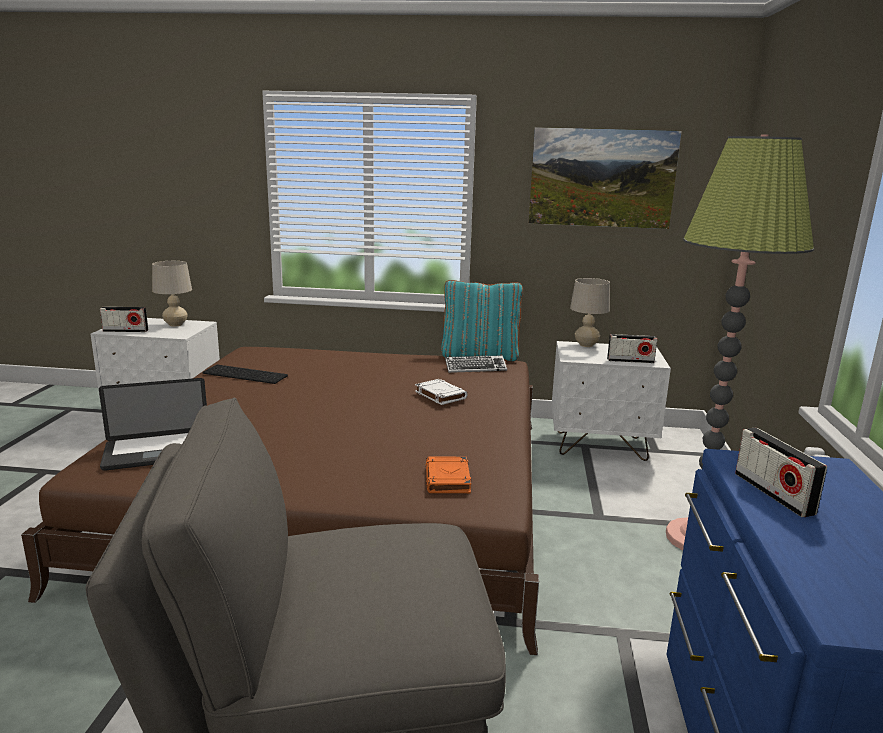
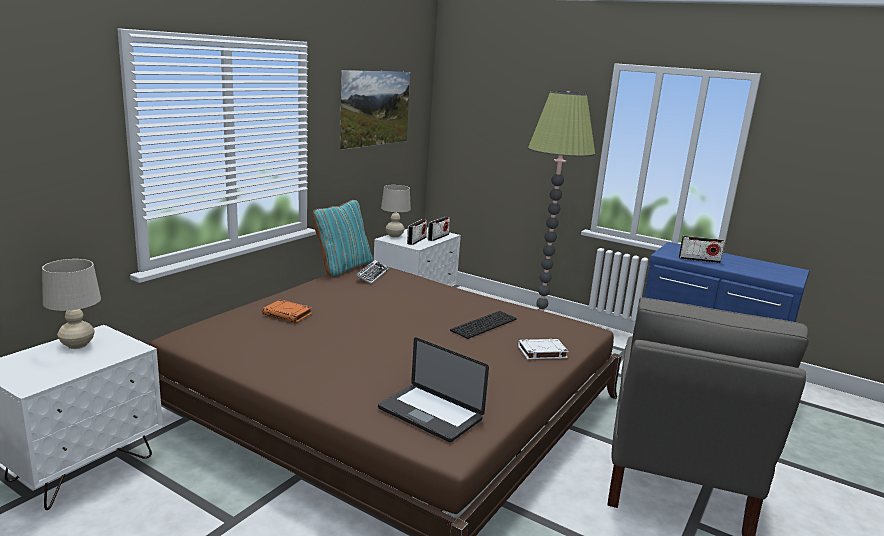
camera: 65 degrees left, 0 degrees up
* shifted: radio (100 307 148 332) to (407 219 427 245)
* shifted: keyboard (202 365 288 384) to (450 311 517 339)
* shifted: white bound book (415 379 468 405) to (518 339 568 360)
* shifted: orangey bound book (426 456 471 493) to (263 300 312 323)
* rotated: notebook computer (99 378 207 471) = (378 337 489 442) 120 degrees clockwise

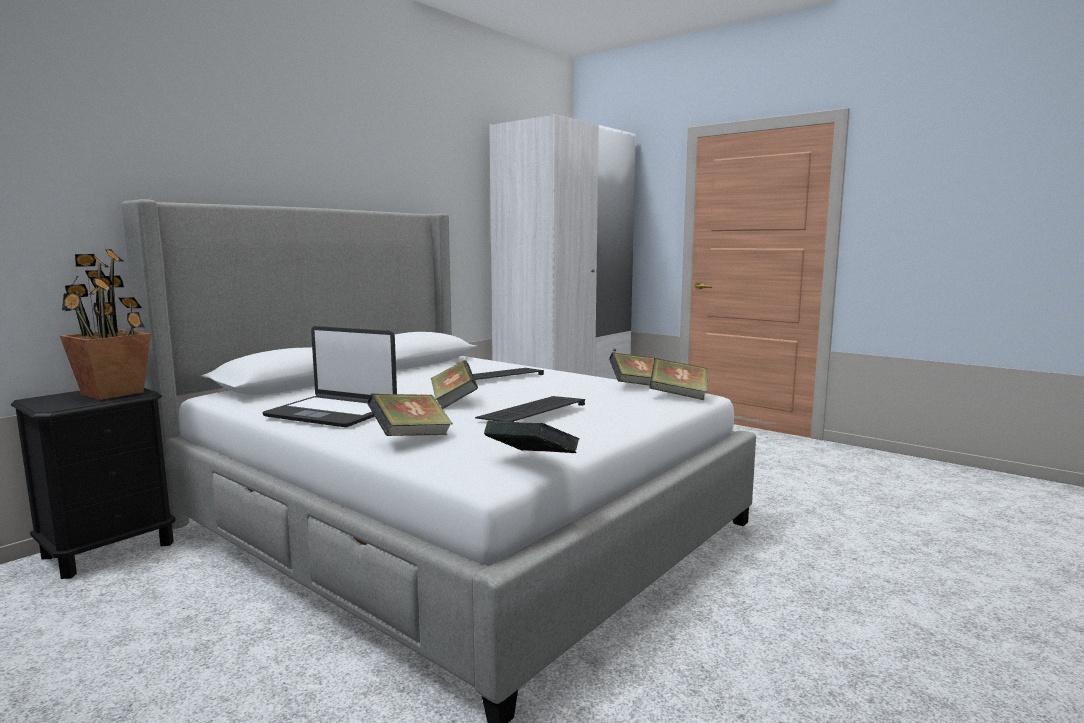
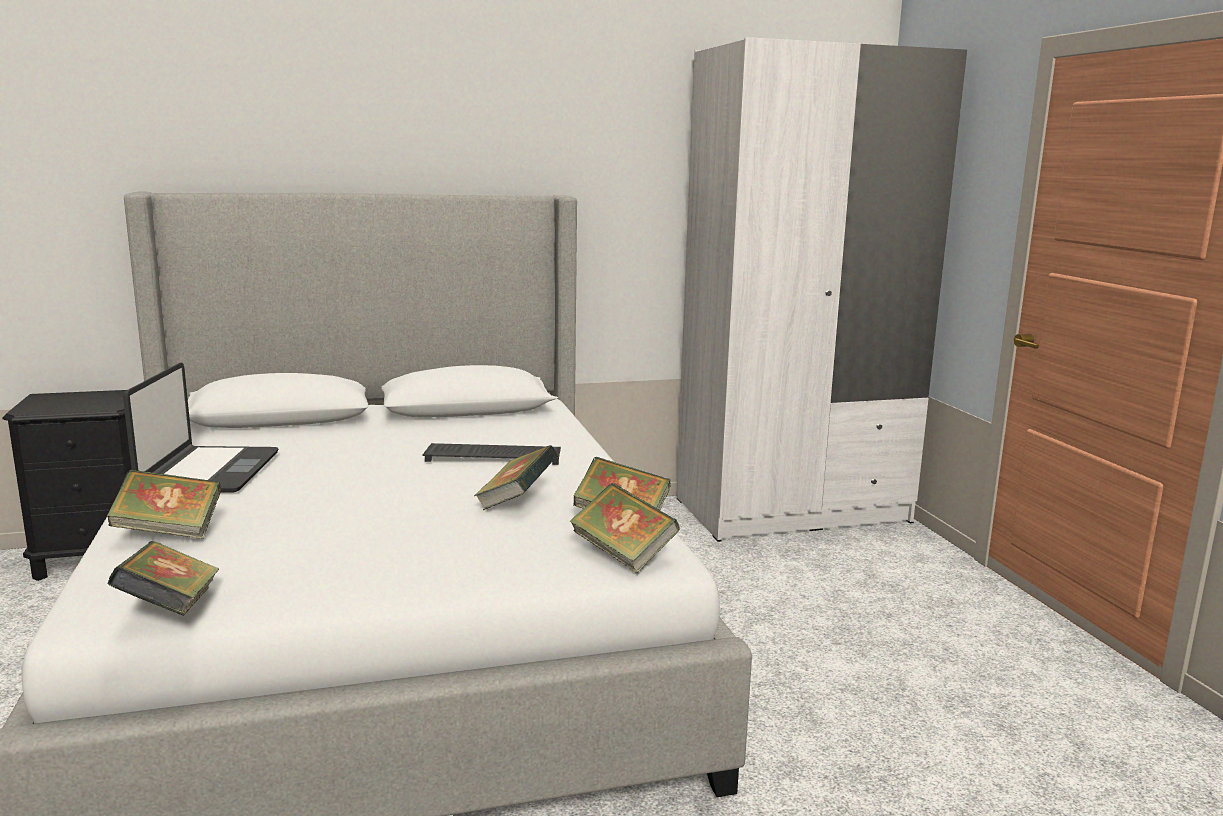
camera: 35 degrees right, 5 degrees up
* gone: houseplant (60 249 151 400)
* gone: keyboard (475 396 585 422)
* shifted: bound book (431 361 478 409) to (474 445 558 510)
* rotated: notebook computer (262 326 397 427) = (123 362 278 493) 150 degrees counterclockwise

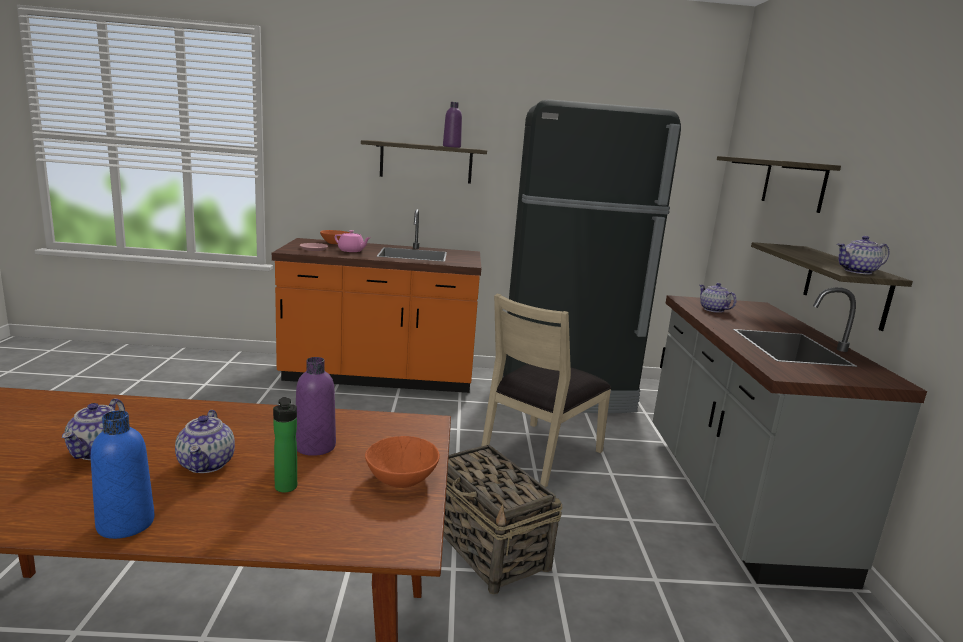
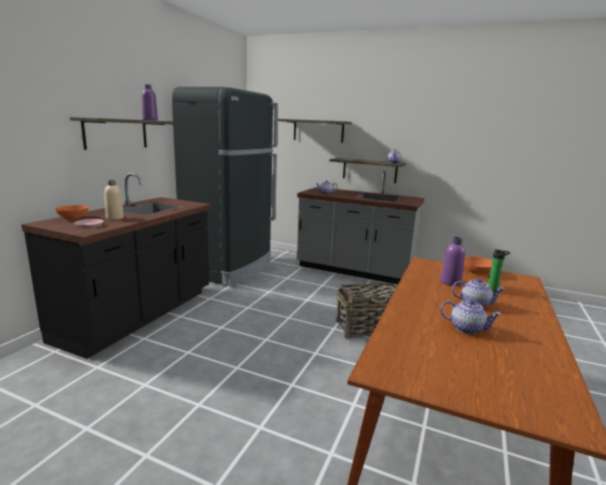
camera: 65 degrees left, 0 degrees up
* gone: blue bottle (91 411 155 539)
* gone: beige-coloured plain chair (481 294 612 487)
* swapped: pinkish teapot (335 230 370 252) to beige-coloured bottle (104 180 124 220)
* repainted: orangey kitchen base unit (272 209 481 393) to blackish kitchen base unit (21 173 211 359)

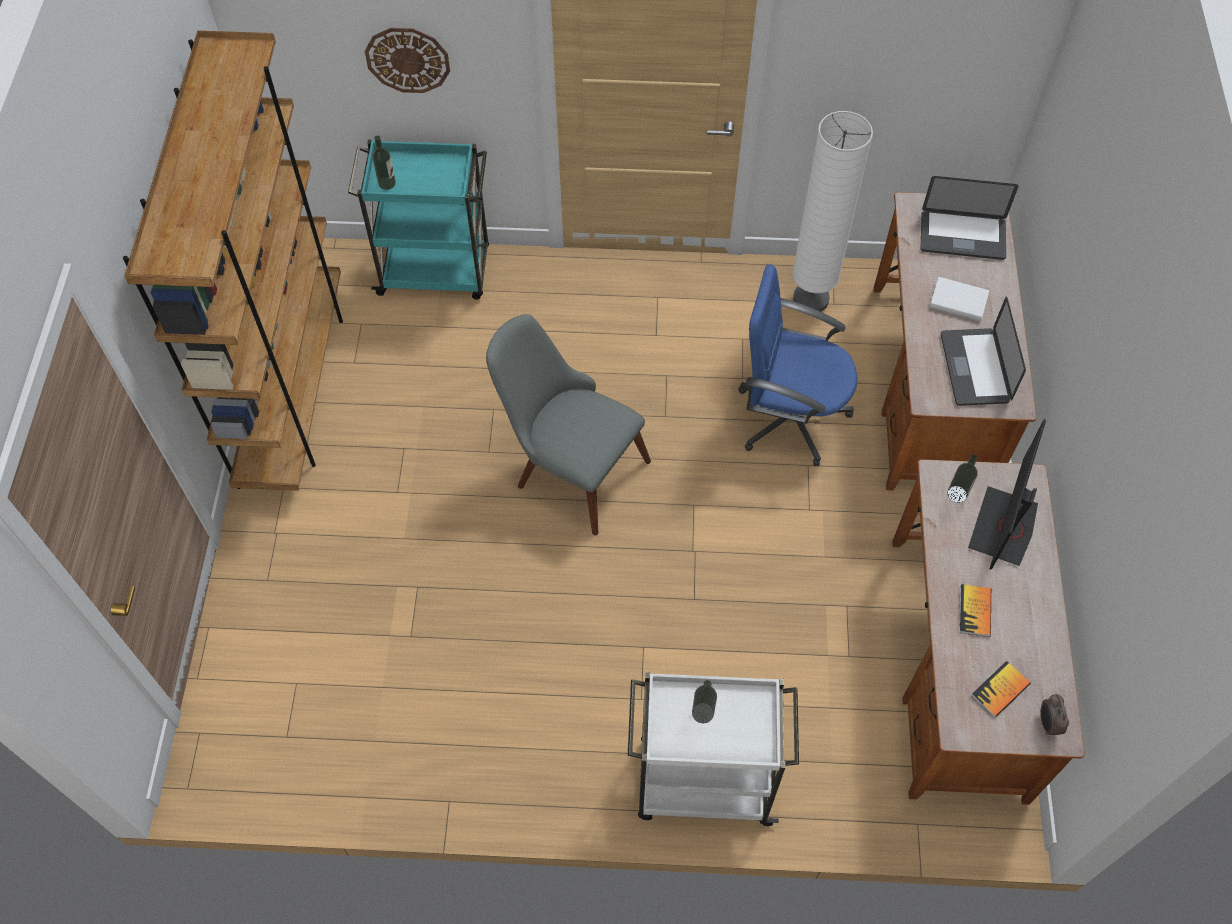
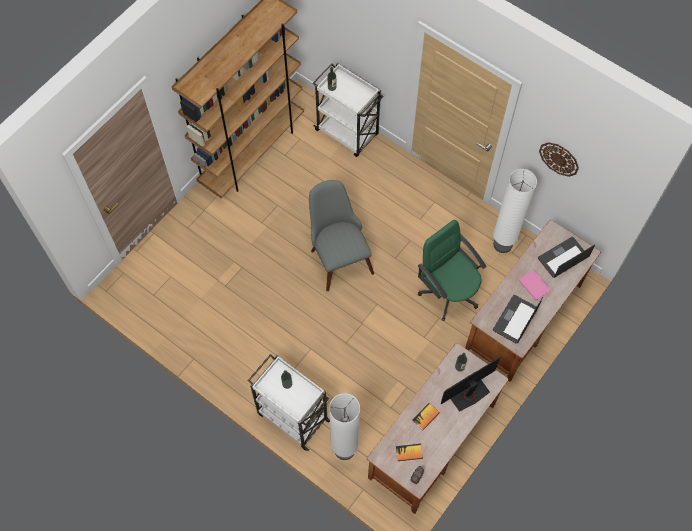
camera: 35 degrees right, 5 degrees up
* new: white floor lamp (329 393 360 460)
* shifted: hanging clock (365 28 450 93) to (539 142 579 177)
* repainted: turquoise-coloured trolley (348 140 489 299) to white trolley (313 63 384 157)
* repainted: blue computer chair (738 264 858 466) to green computer chair (418 220 486 321)
* repainted: white bound book (929 277 990 321) to pinkish bound book (519 270 551 301)
* rotated: notebook computer (921 176 1019 260) = (538 237 595 278) 105 degrees clockwise

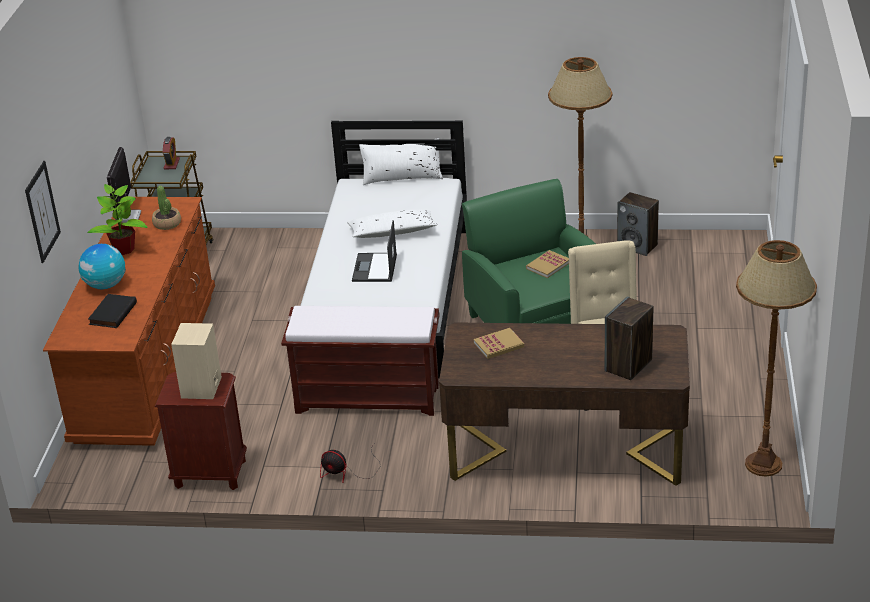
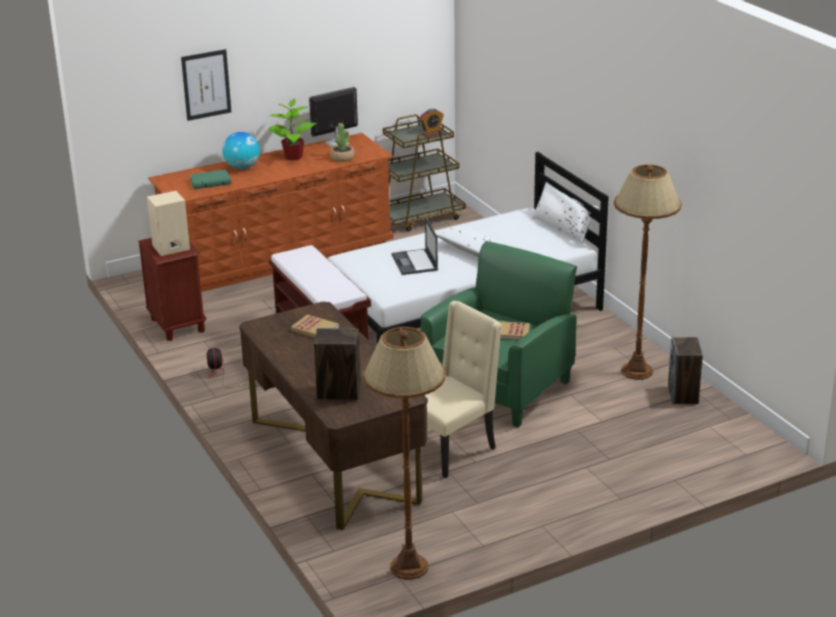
camera: 55 degrees right, 5 degrees down
* repainted: blackish bound book (88 294 137 328) to green bound book (189 170 231 189)
* rotated: notebook computer (352 220 397 282) = (392 217 438 275) 75 degrees counterclockwise

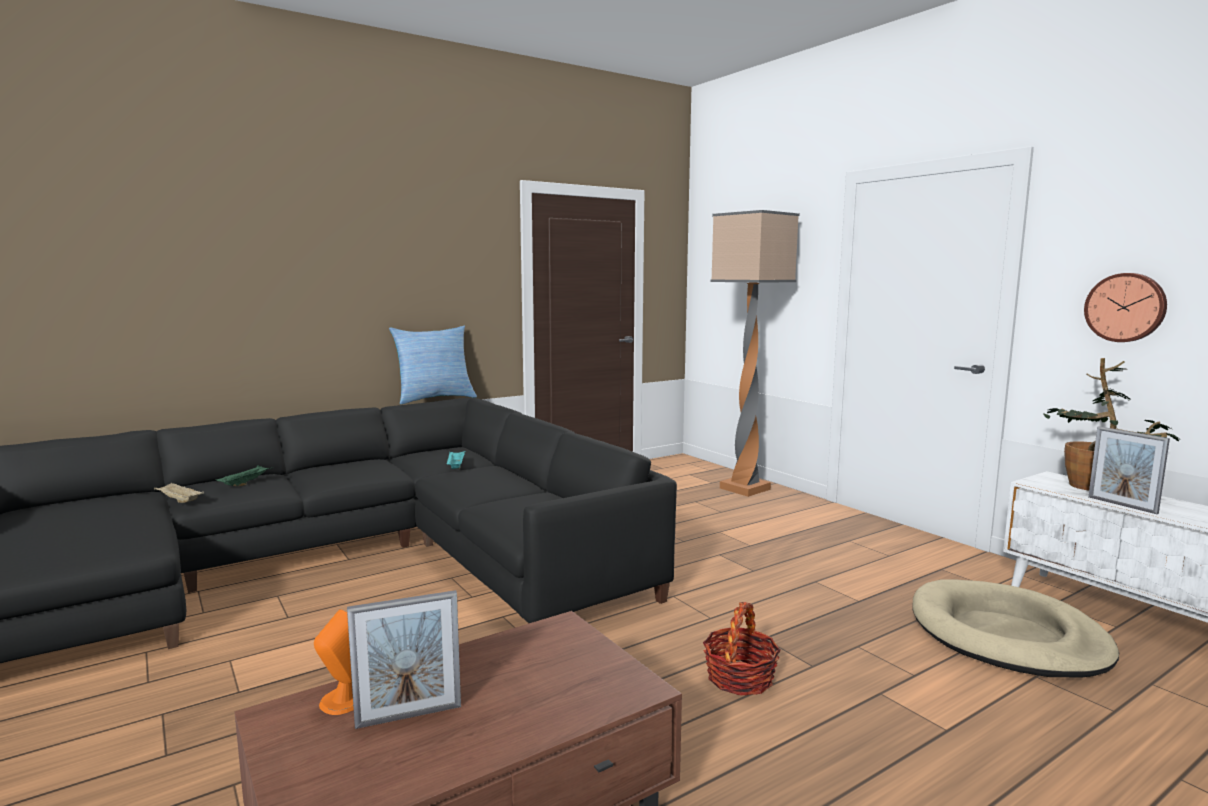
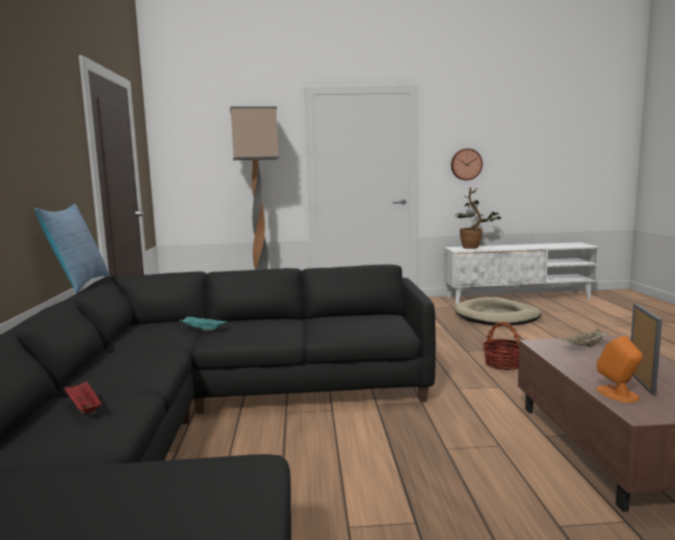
camera: 60 degrees left, 0 degrees up
* gone: standing frame (1088 426 1170 514)
* shifted: beige-coloured serving tray (154 483 204 503) to (562 329 609 347)
* repainted: green serving tray (216 465 270 486) to reddish serving tray (63 380 102 414)

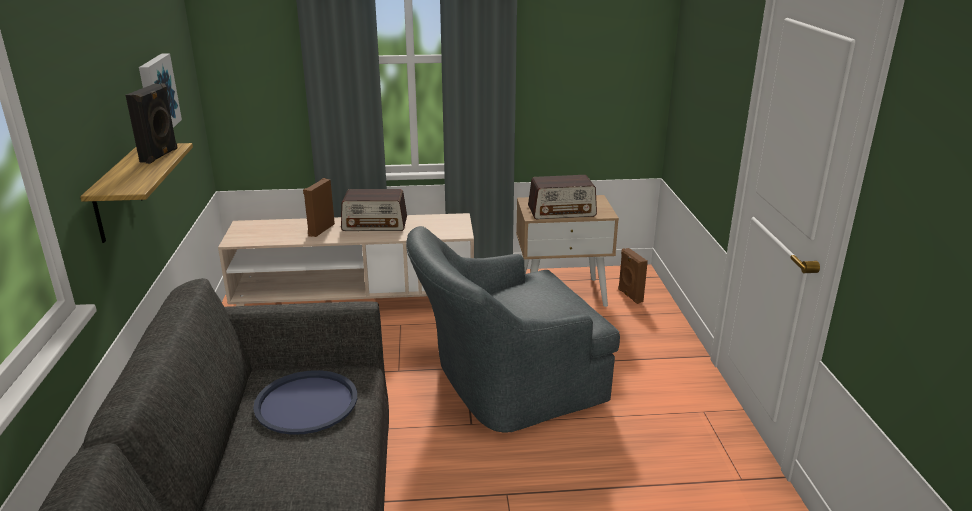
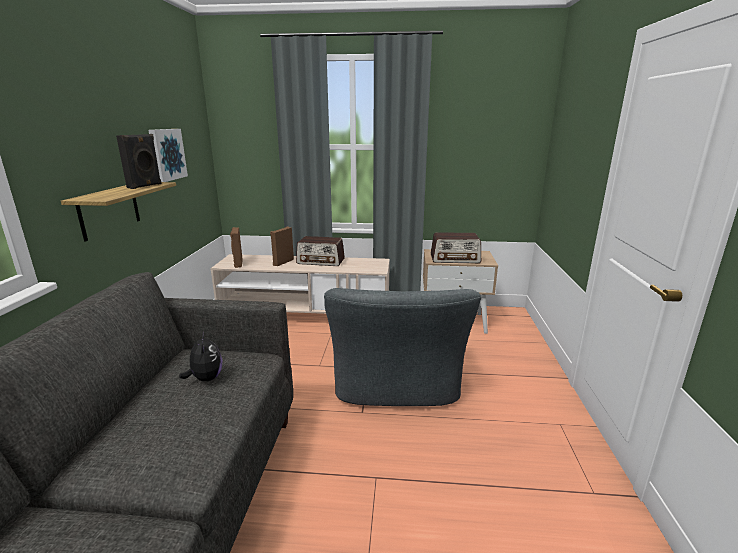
camera: 10 degrees right, 5 degrees down
* shifted: brown speaker (618 248 648 304) to (230 227 243 268)
* swapped: blue serving tray (253 370 357 435) to soft toy (179 332 223 381)
* rotated: gray lounge chair (406 226 620 433) = (324 288 481 406) 75 degrees counterclockwise

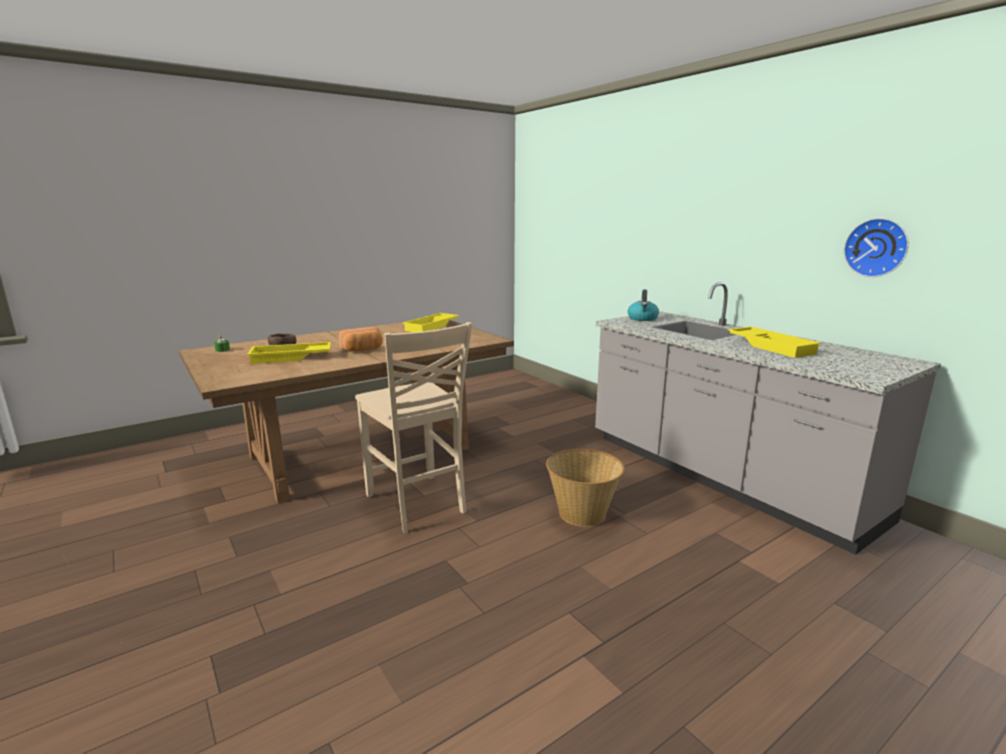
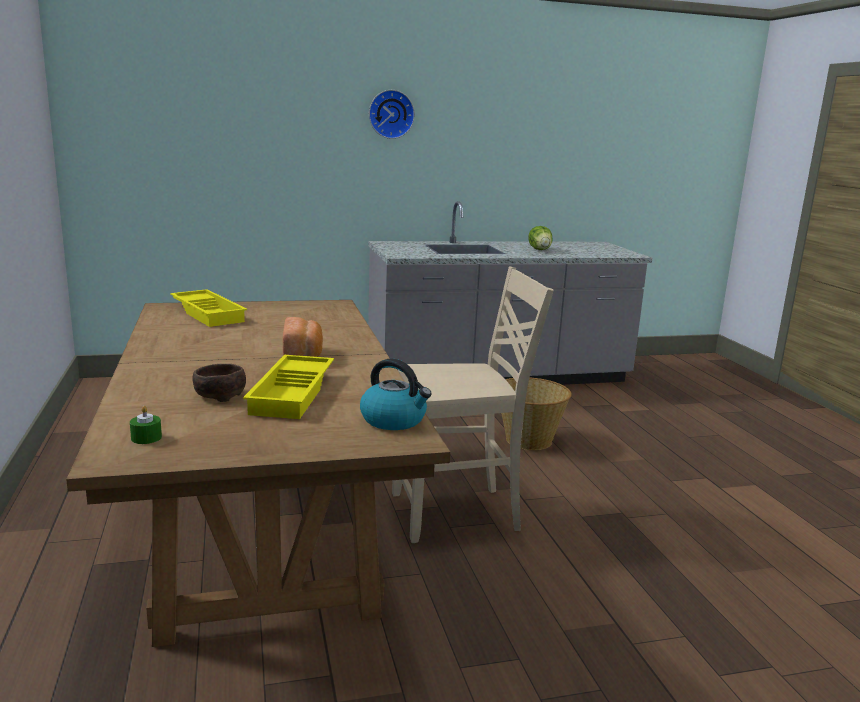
camera: 70 degrees left, 0 degrees up
* shifted: water kettle (628 290 659 321) to (360 359 432 430)
* shifted: hanging clock (844 218 909 277) to (369 90 415 139)
* swapped: yellowish serving tray (728 327 822 358) to head of lettuce (528 226 553 250)

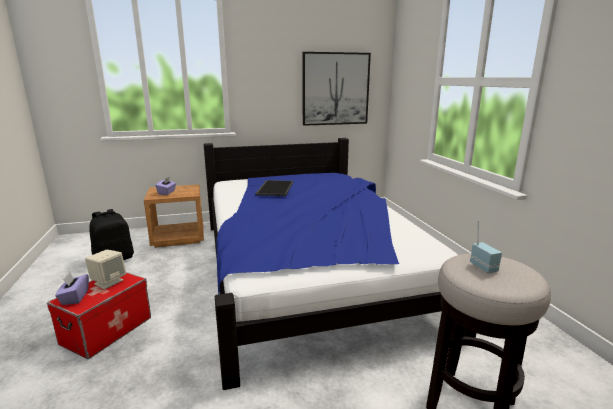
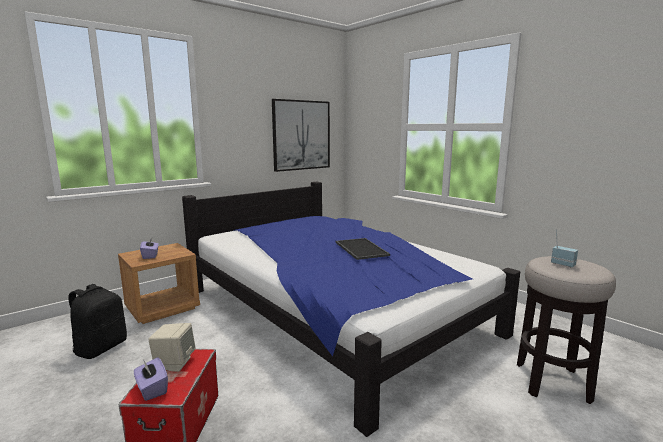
camera: 25 degrees left, 5 degrees down
* shifted: serving tray (255 180 293 196) to (336 238 390 260)

